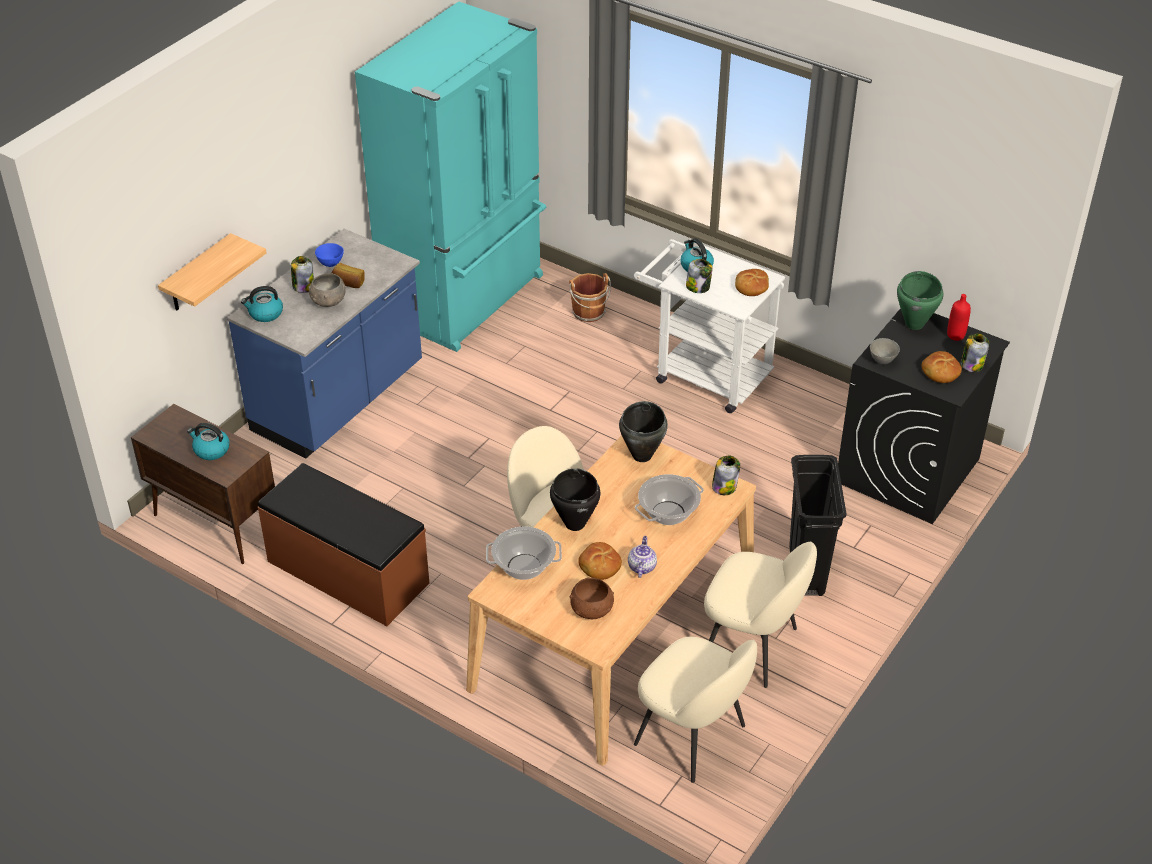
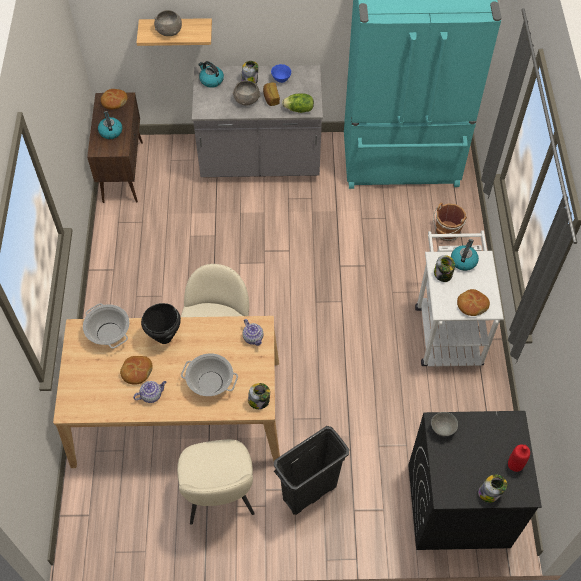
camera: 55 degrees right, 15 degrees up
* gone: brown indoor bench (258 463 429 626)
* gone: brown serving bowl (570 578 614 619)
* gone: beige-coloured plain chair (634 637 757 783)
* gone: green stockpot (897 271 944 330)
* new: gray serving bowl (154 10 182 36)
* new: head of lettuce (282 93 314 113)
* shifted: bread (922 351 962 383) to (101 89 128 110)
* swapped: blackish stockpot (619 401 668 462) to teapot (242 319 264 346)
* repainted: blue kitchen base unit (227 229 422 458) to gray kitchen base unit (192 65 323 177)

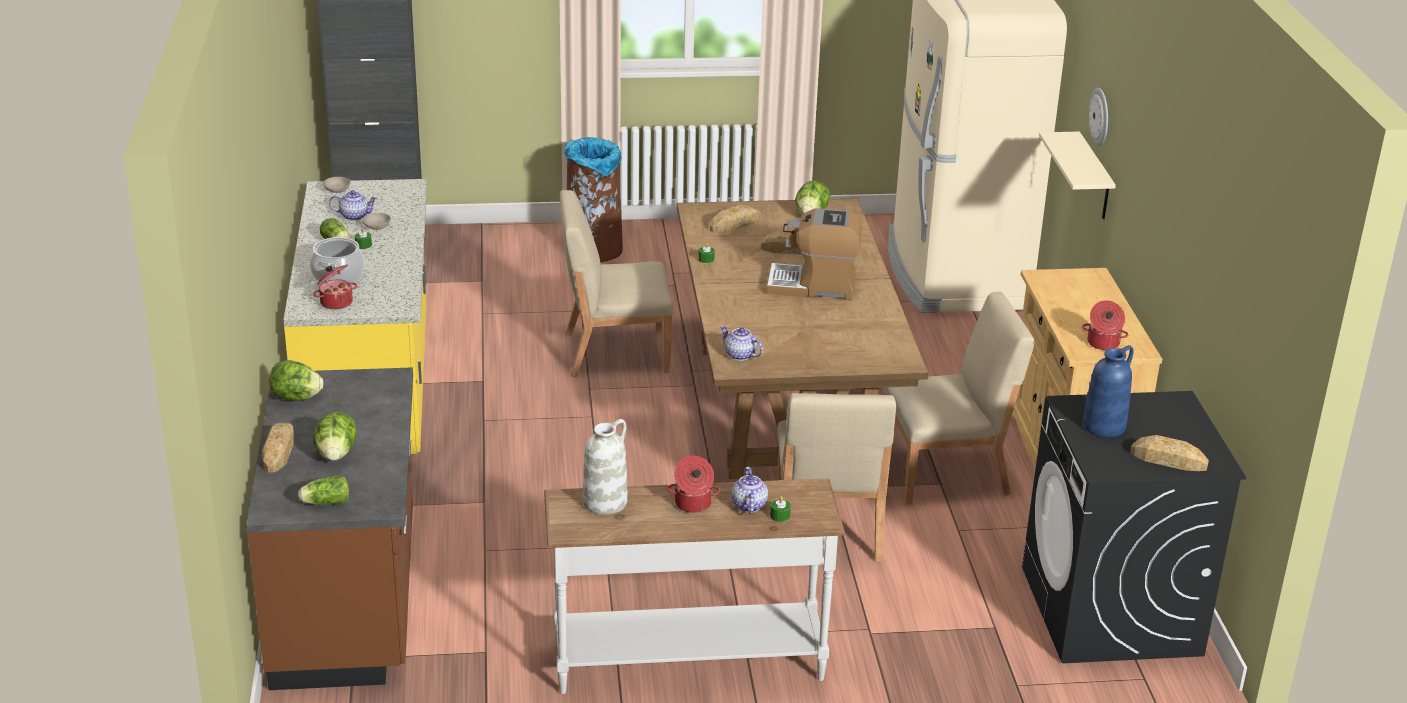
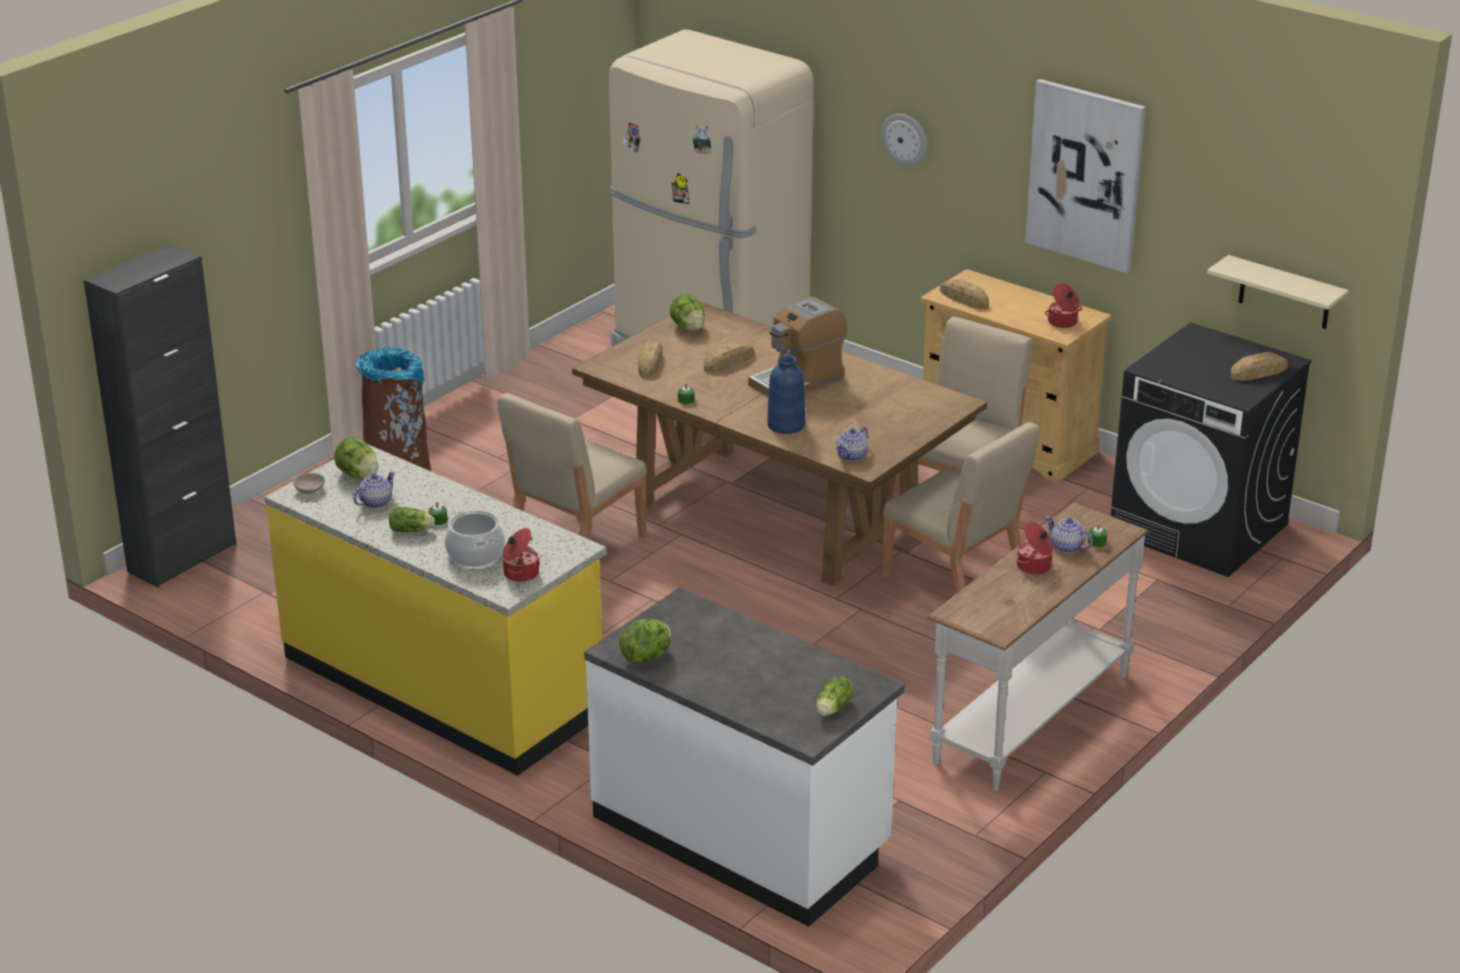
camera: 45 degrees left, 0 degrees up
* gone: beige-coloured serving bowl (362 213 391 230)
* gone: white vase (583 419 627 515)
* new: wall art (1025 79 1146 273)
* shifted: bread (262 423 295 473) to (940 279 989 309)
* shifted: head of lettuce (313 411 357 461) to (334 437 379 479)
* shifted: beige-coloured shelf (1039 132 1116 219) to (1207 255 1349 329)
* shifted: blue vase (1083 345 1134 437) to (767 349 805 434)
* repainted: brown kitchen base unit (246 368 413 690) to white kitchen base unit (584 587 905 927)
* rotated: teapot (720 326 763 361) = (836 426 868 461) 45 degrees counterclockwise

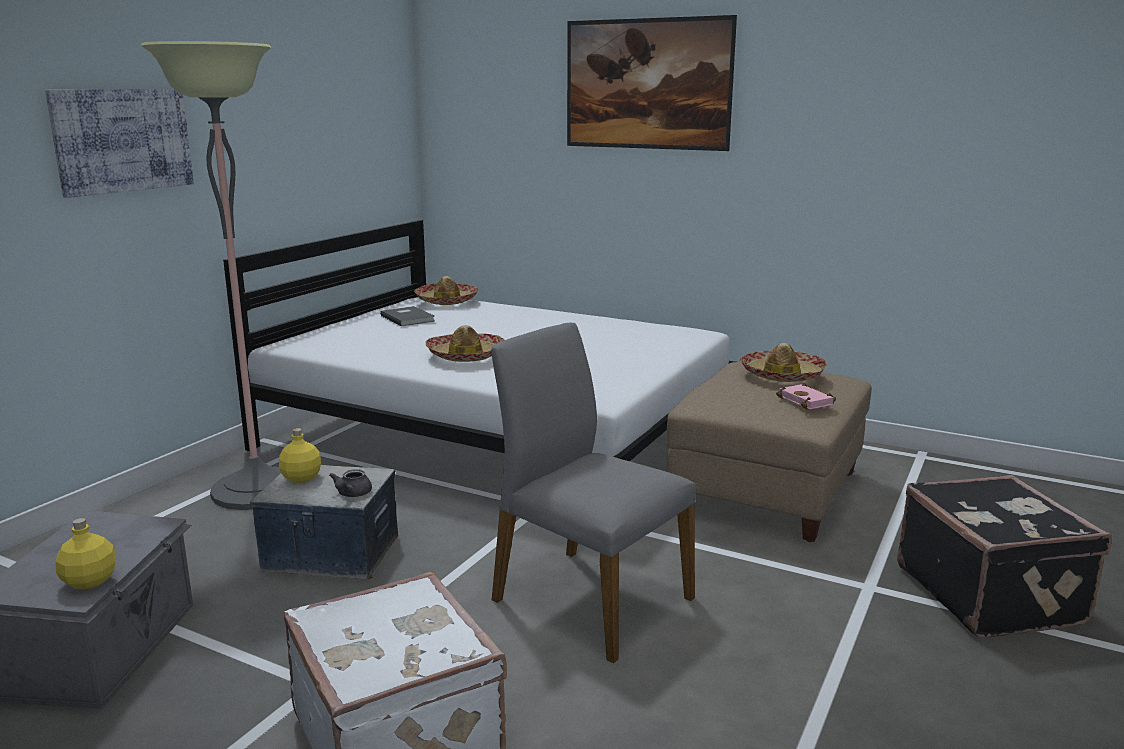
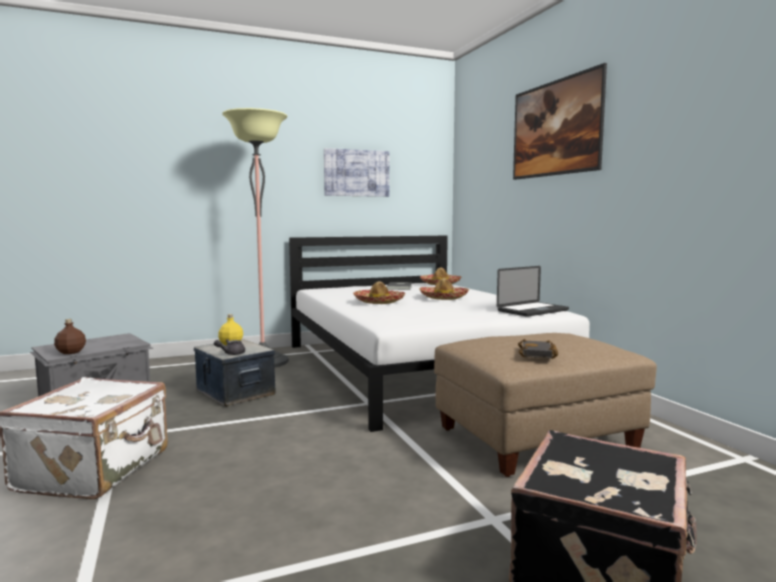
camera: 40 degrees right, 10 degrees down
* gone: gray plain chair (491 323 696 663)
* new: notebook computer (497 266 569 317)
* shifted: wall art (45 89 194 198) to (324 148 390 197)
* shifted: clothing hat (740 343 827 382) to (419 278 469 300)
* repainted: yellowish bottle (55 518 116 589) to brown bottle (54 319 86 354)
* repainted: pinkish bound book (776 383 836 410) to blackish bound book (518 339 558 359)

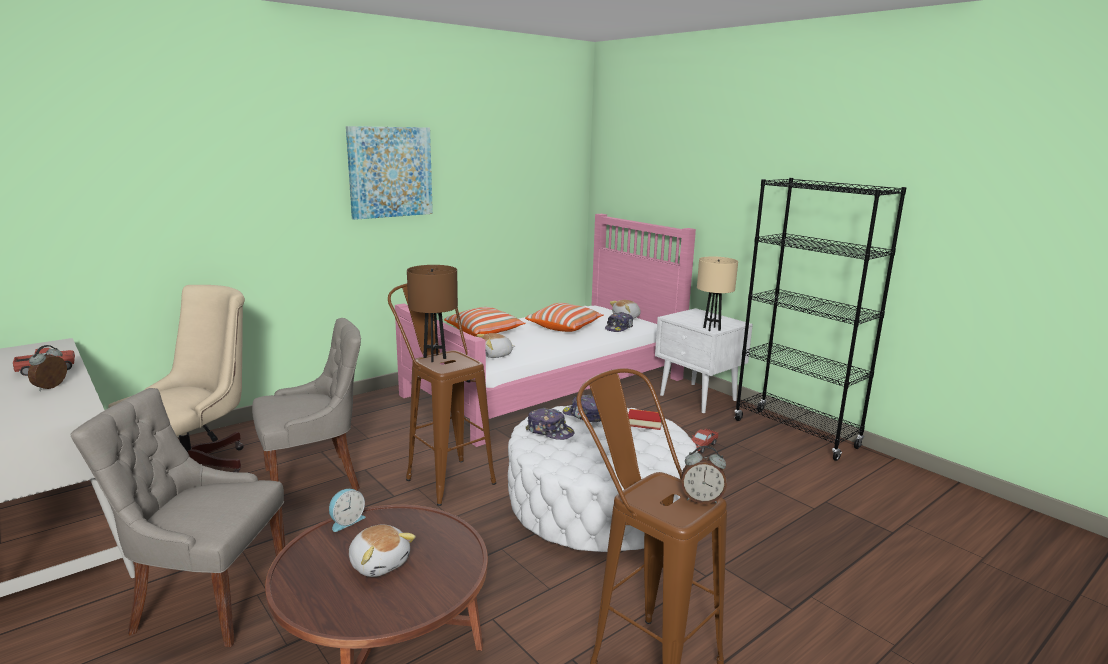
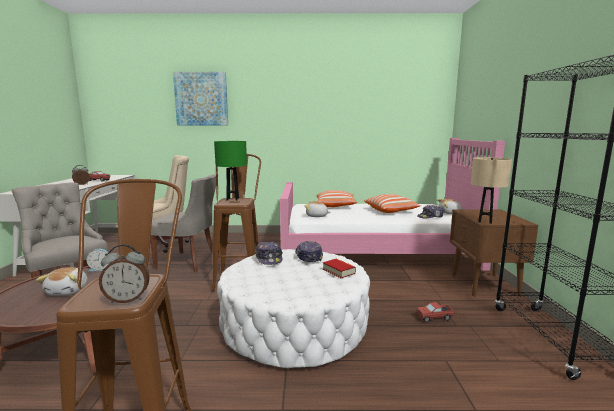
camera: 40 degrees right, 5 degrees down
* shifted: wall art (346 126 433 220) to (173 72 228 125)
* repainted: brown table lamp (407 265 458 362) to green table lamp (214 141 247 200)
* repainted: white night table (655 308 753 413) to brown night table (450 210 538 297)
* rotated: bedside clock (681 446 727 504) = (99 244 150 303) 60 degrees counterclockwise

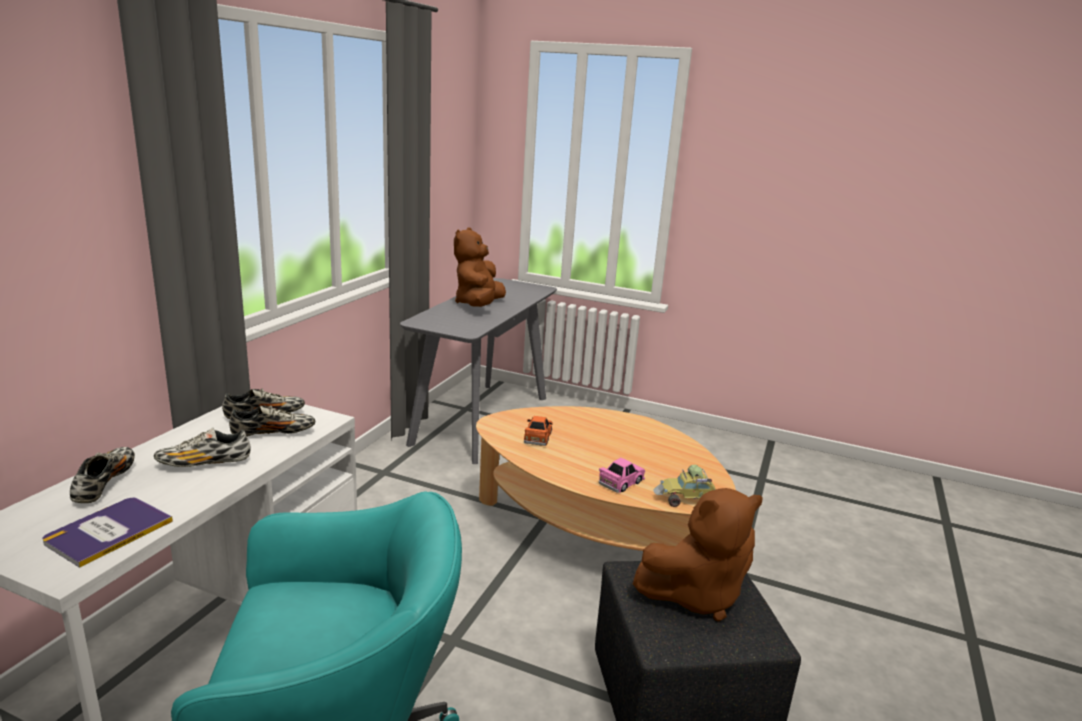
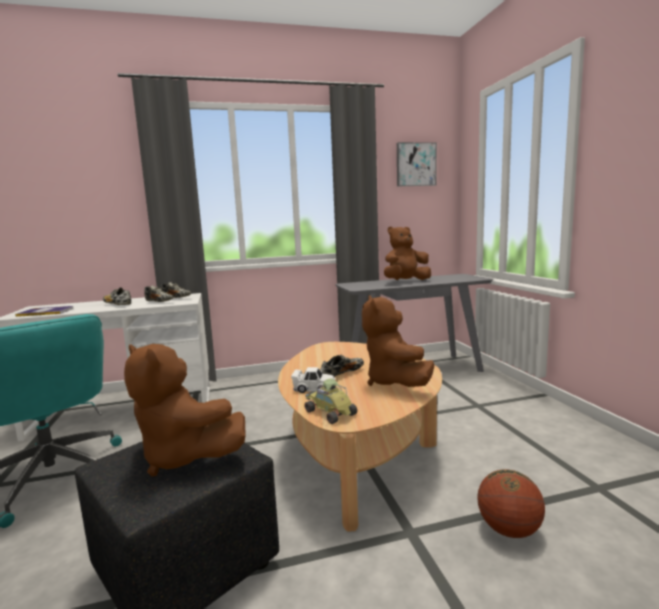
camera: 55 degrees right, 10 degrees down
* gone: orangey toy car (524 416 553 446)
* new: brown soft toy (362 295 434 387)
* new: wall art (397 142 437 186)
* new: ball for basketball (477 469 545 538)
* shifted: low shoe (70 447 135 503) to (320 355 364 377)
* repainted: pinkish toy car (599 458 645 493) to white toy car (291 367 335 393)

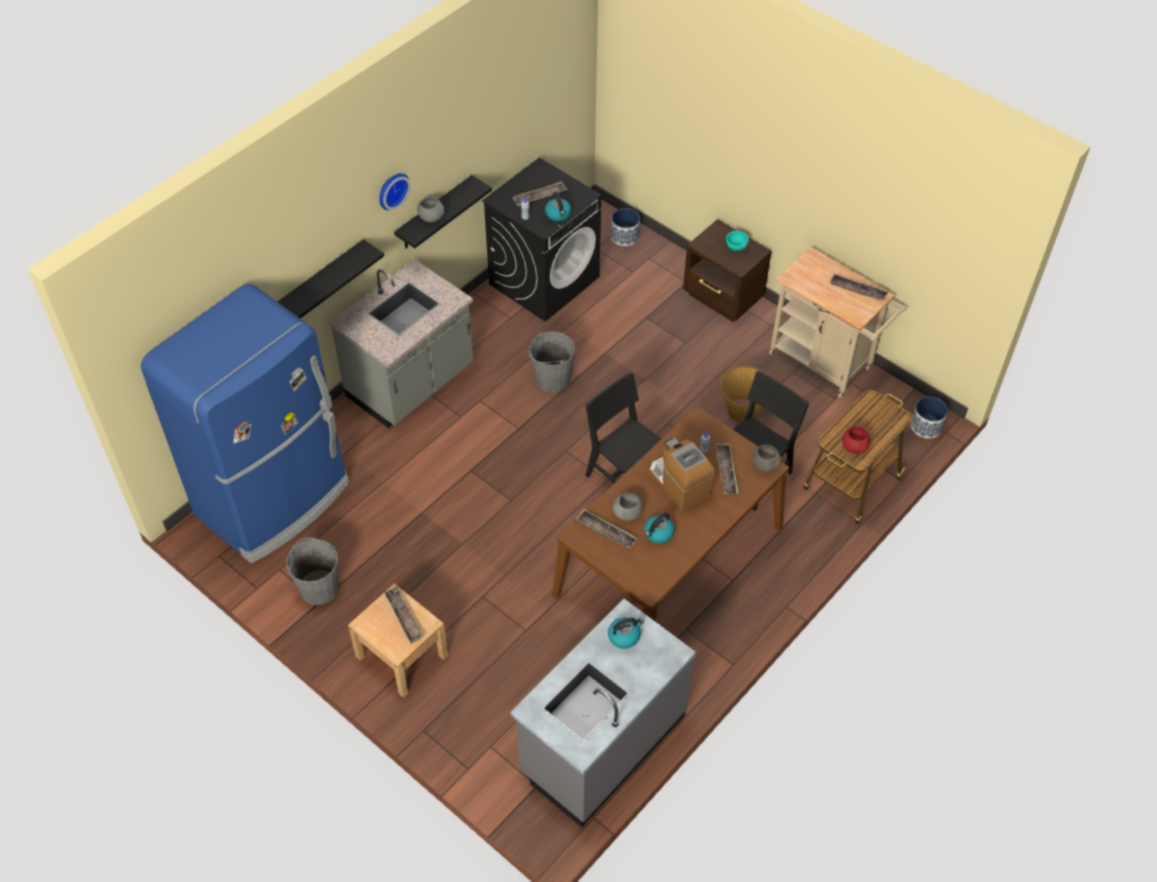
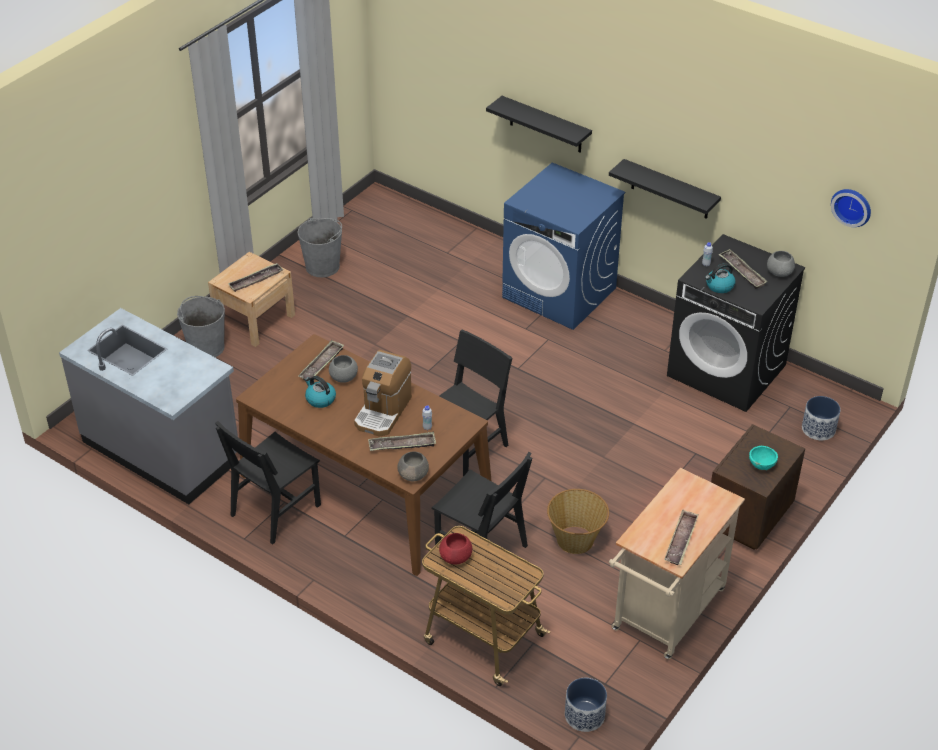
camera: 85 degrees right, 10 degrees down
* gone: blue kitchen fridge (141 284 349 563)
* gone: water kettle (608 618 644 649)
* new: blackish plain chair (215 421 321 545)
* shifted: hanging clock (379 173 411 210) to (831 189 871 227)
* shifted: gray serving bowl (417 197 444 223) to (767 251 795 277)
* shifted: gray pail (529 331 575 392) to (177 296 225 357)
* swapped: gray kitchen base unit (330 259 473 428) to blue washing machine (502 162 626 330)
* rotated: coffee brewer (649 438 715 511) = (354 350 412 436) 150 degrees clockwise

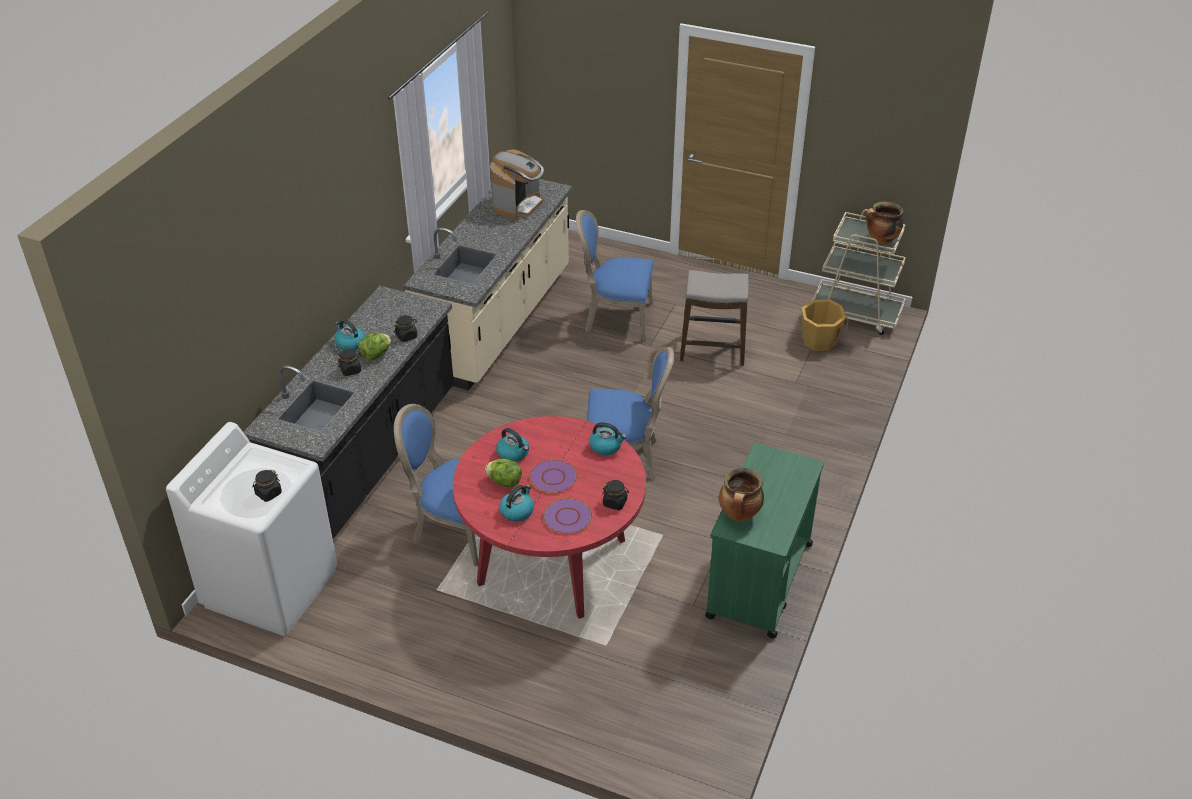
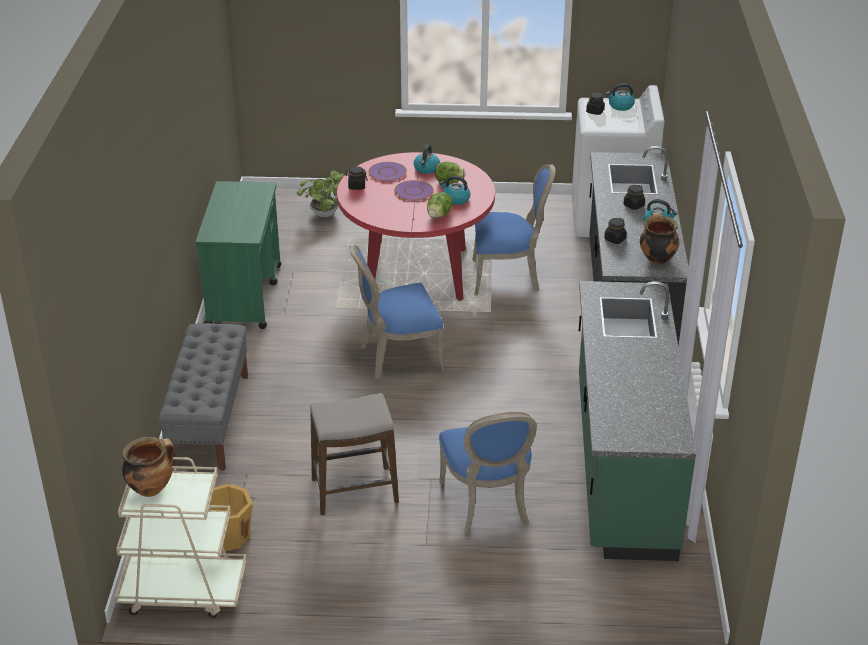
camera: 160 degrees right, 5 degrees down
* gone: coffee brewer (490 149 544 220)
* new: gray indoor bench (158 323 248 470)
* new: houseplant (297 170 344 217)
* shifted: head of lettuce (358 333 391 360) to (427 192 453 218)
* shifted: water kettle (589 422 626 455) to (606 83 635 111)
* shifted: stockpot (719 468 764 522) to (640 213 679 265)
* repainted: beige-coloured kitchen base unit (404 179 572 391) to green kitchen base unit (579 281 696 561)
* rotated: blue plain chair (576 210 653 342) = (439 412 537 533) 90 degrees clockwise

